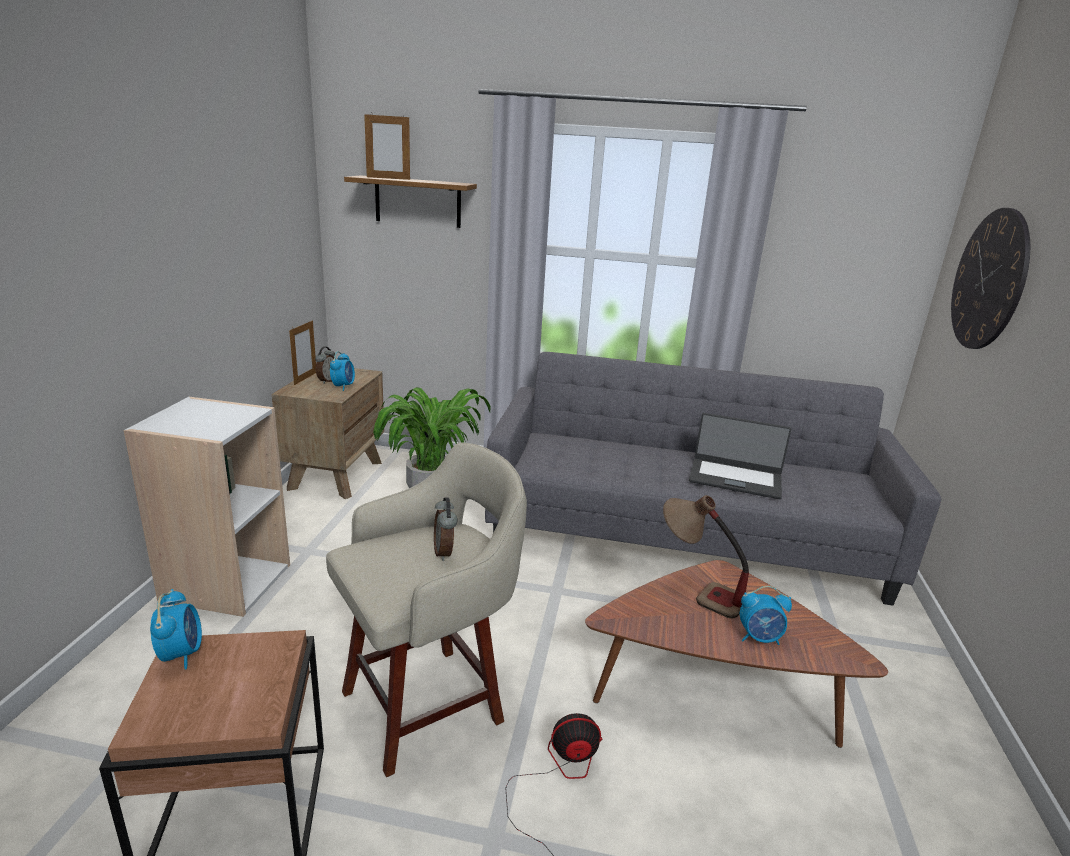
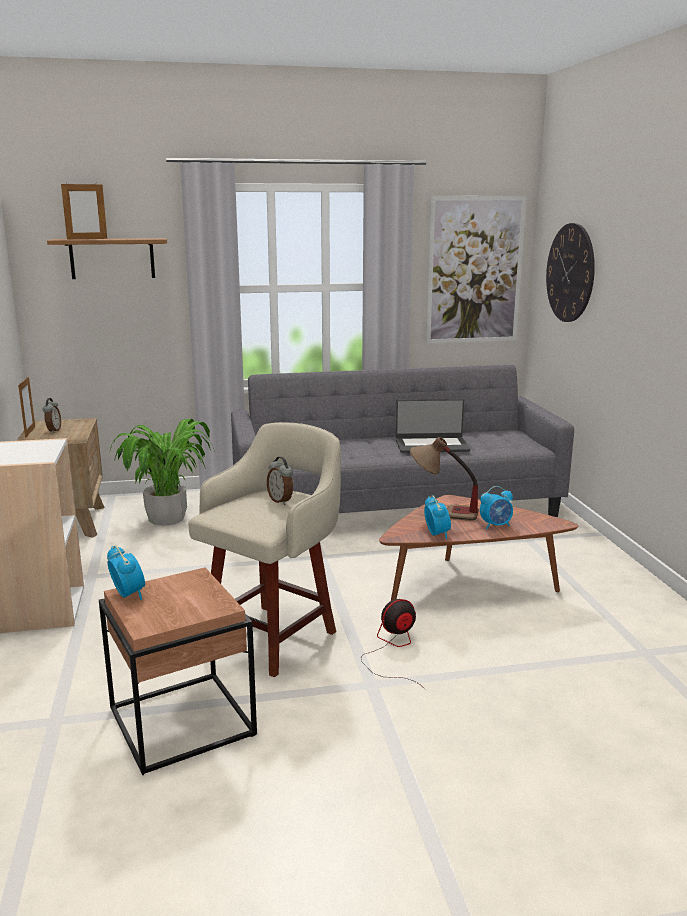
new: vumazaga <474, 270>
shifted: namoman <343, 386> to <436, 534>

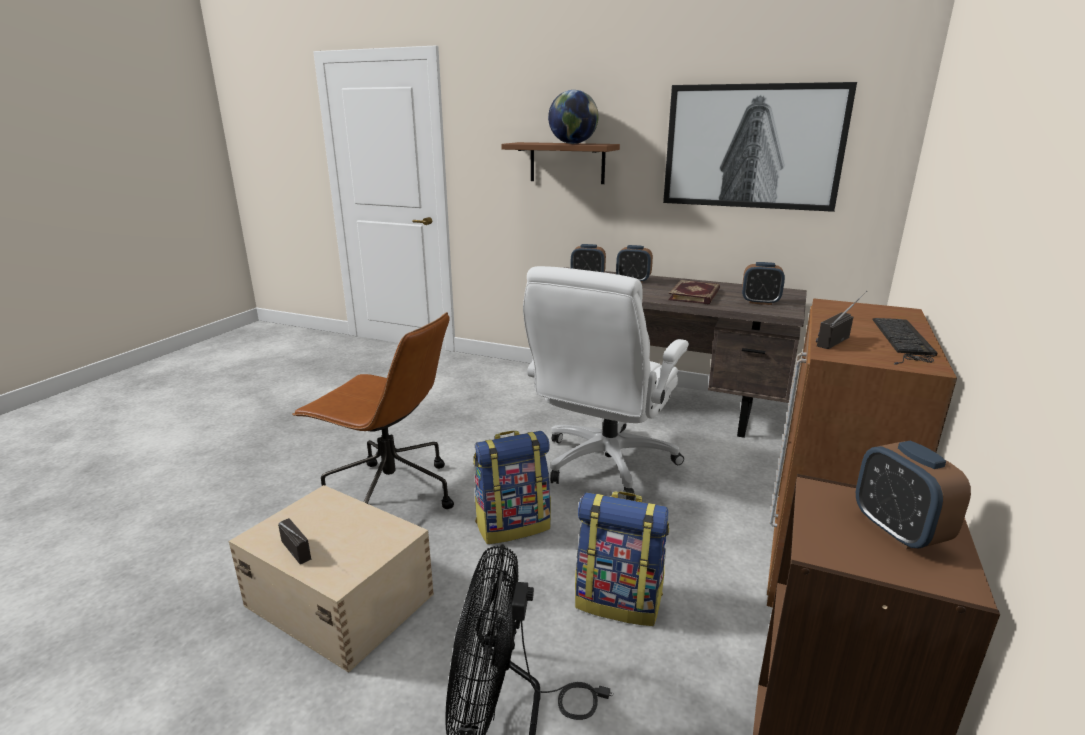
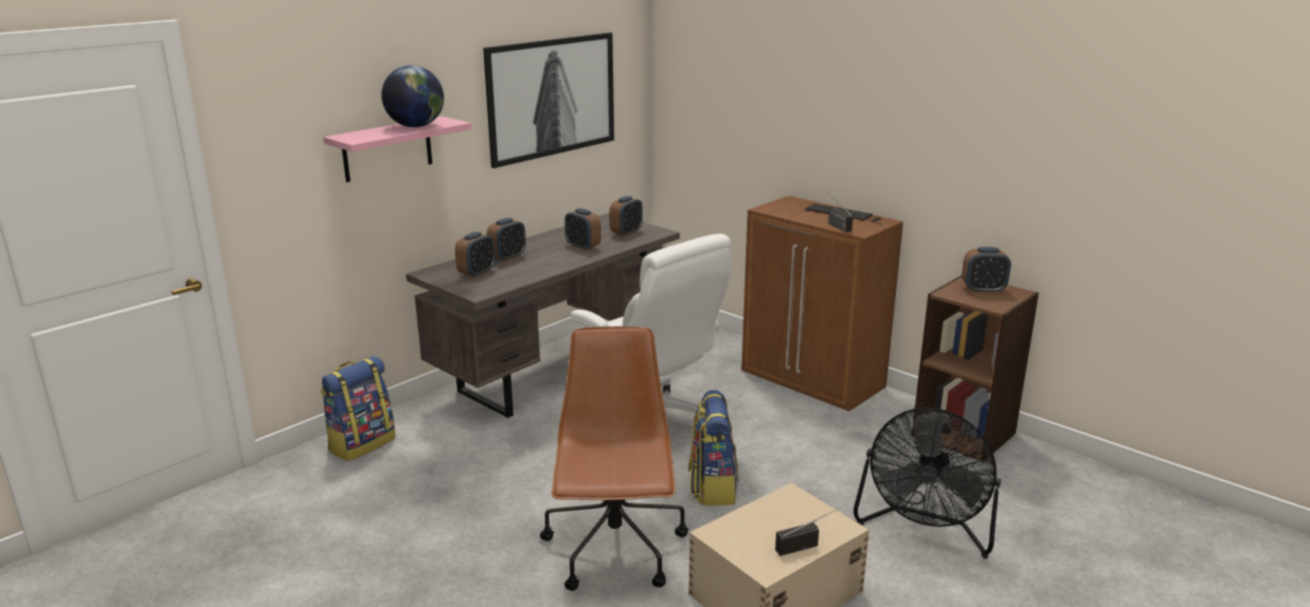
shifted: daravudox <619, 601> to <362, 444>
swapped: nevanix <695, 295> to namoman <583, 246>
repainted: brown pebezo <567, 163> to pink pebezo <387, 149>
rotated: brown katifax <390, 493> = <615, 551> 45 degrees counterclockwise

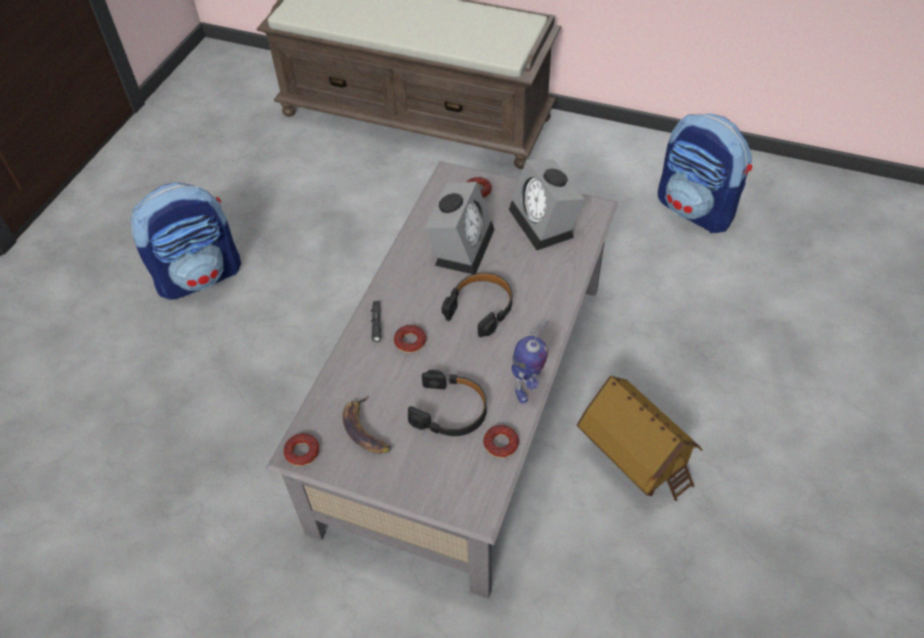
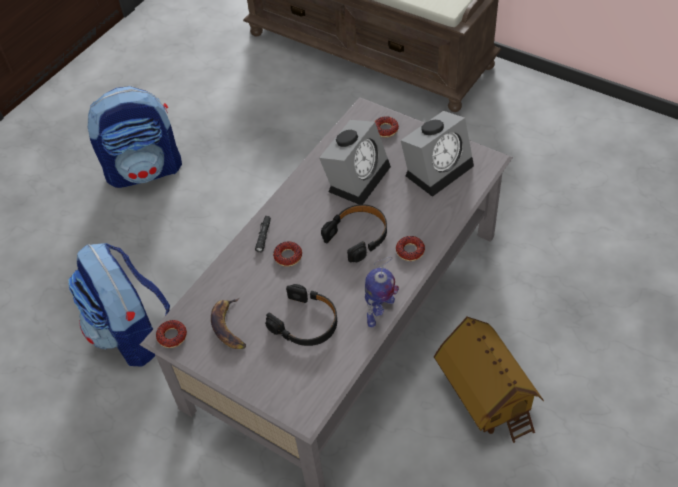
shifted: daravudox <696, 209> to <133, 333>; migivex <501, 444> to <410, 251>
rotated: namoman <545, 223> = <438, 168> 120 degrees counterclockwise

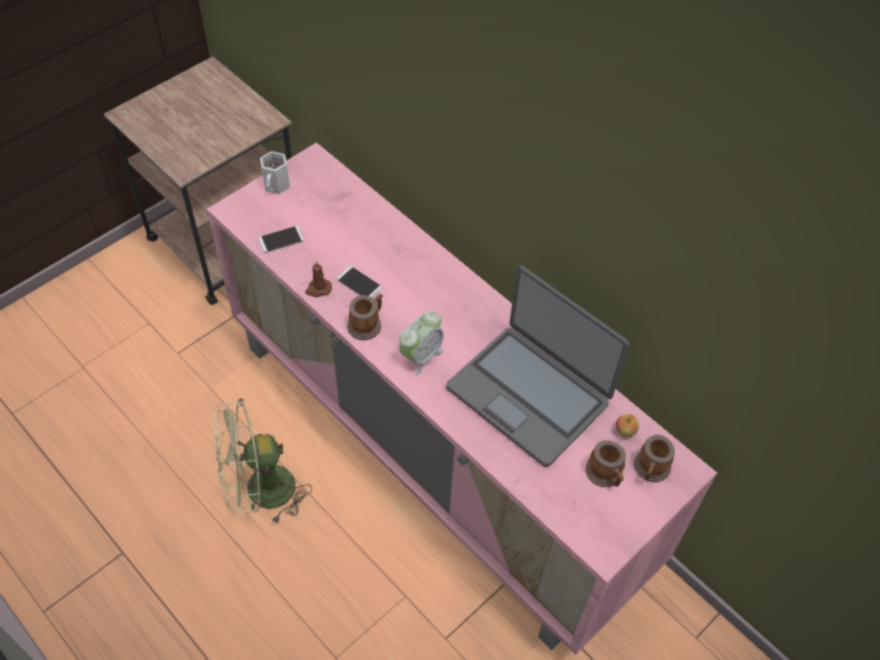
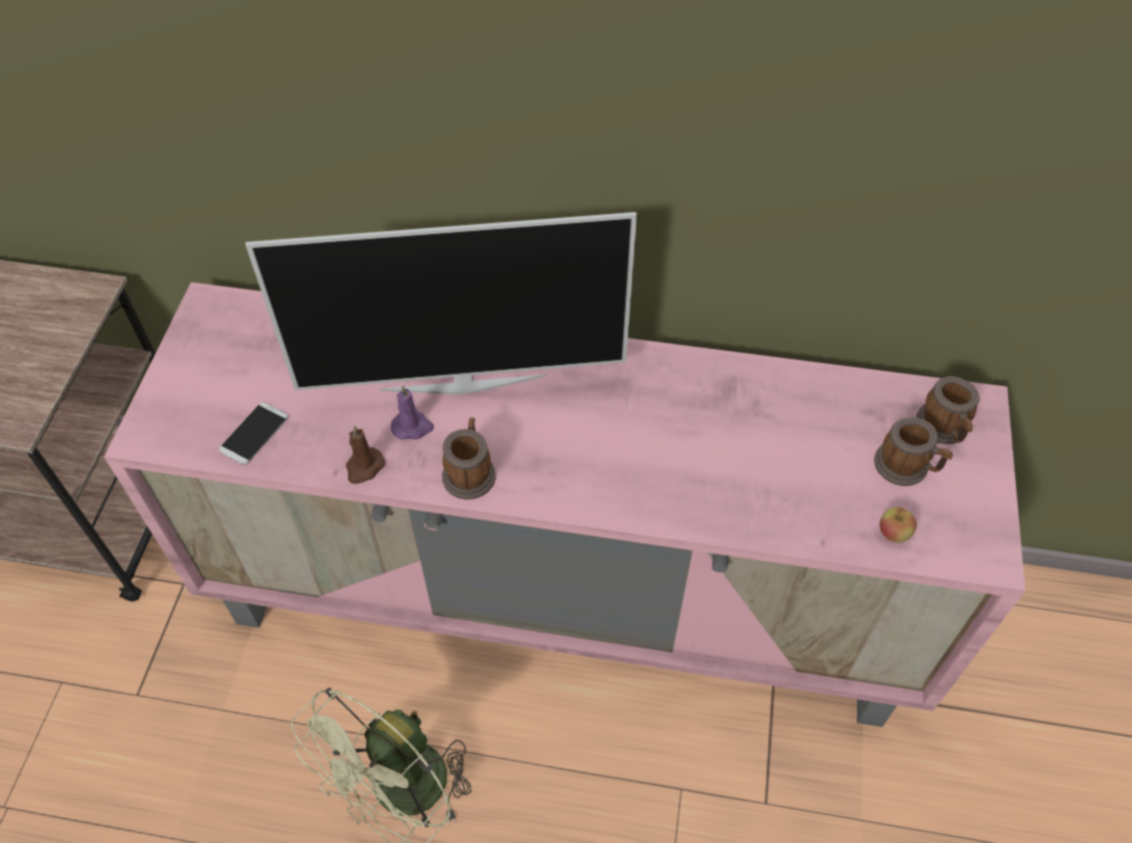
gone: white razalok <277, 185>; namoman <421, 356>; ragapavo <529, 394>
new: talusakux <463, 381>
shifted: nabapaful <625, 431> to <893, 533>
swapped: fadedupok <359, 283> to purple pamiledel <412, 427>

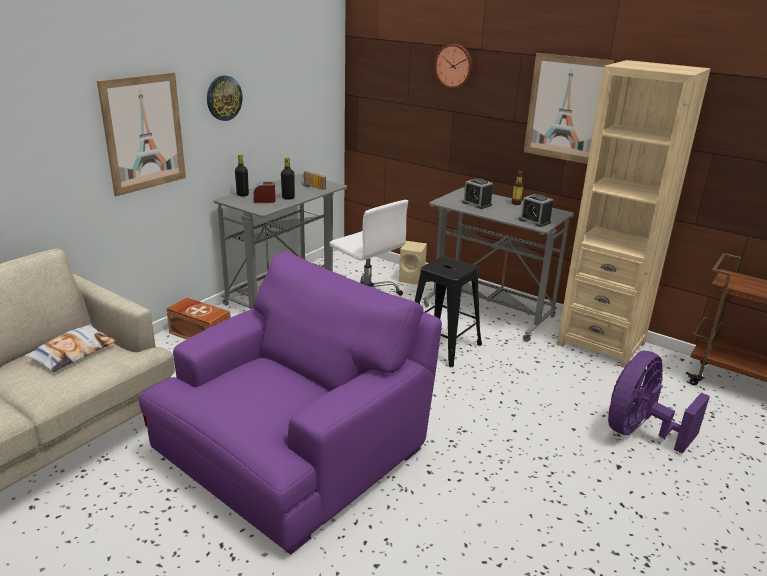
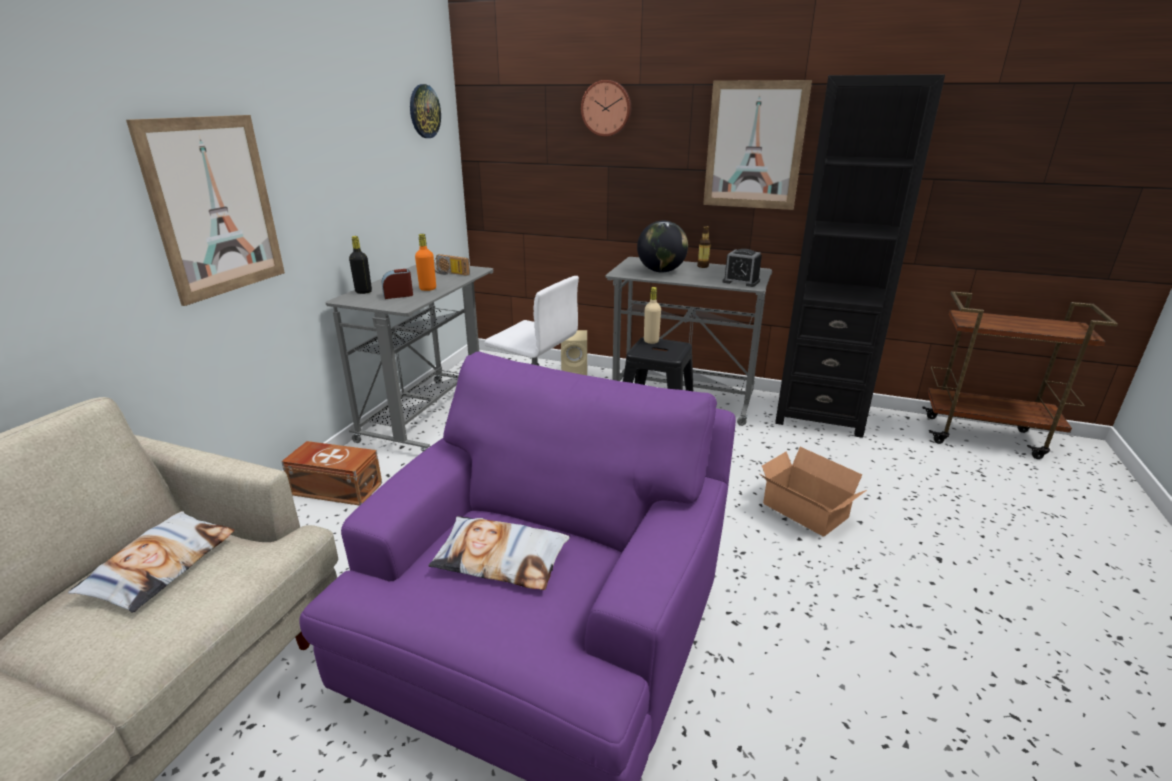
gone: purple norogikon <639, 431>
new: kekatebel <501, 559>; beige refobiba <651, 341>; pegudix <805, 512>
shifted: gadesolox <223, 98> to <424, 111>
swapped: namoman <477, 204> to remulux <661, 271>
repainted: black refobiba <288, 198> to orange refobiba <428, 289>; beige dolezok <601, 344> to black dolezok <819, 414>

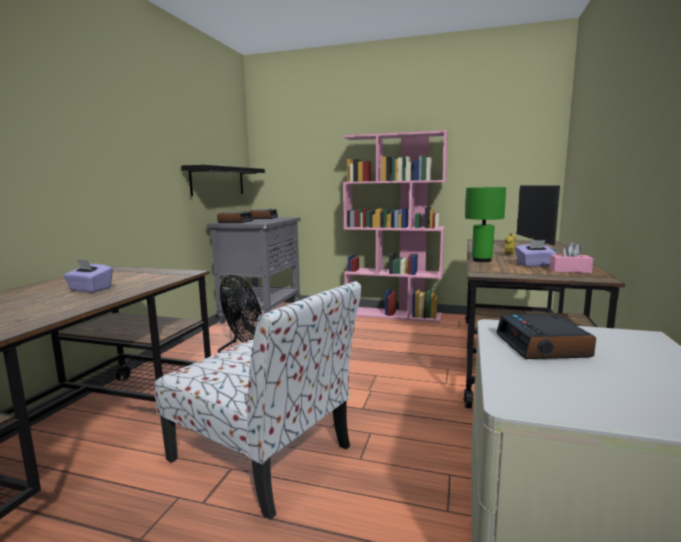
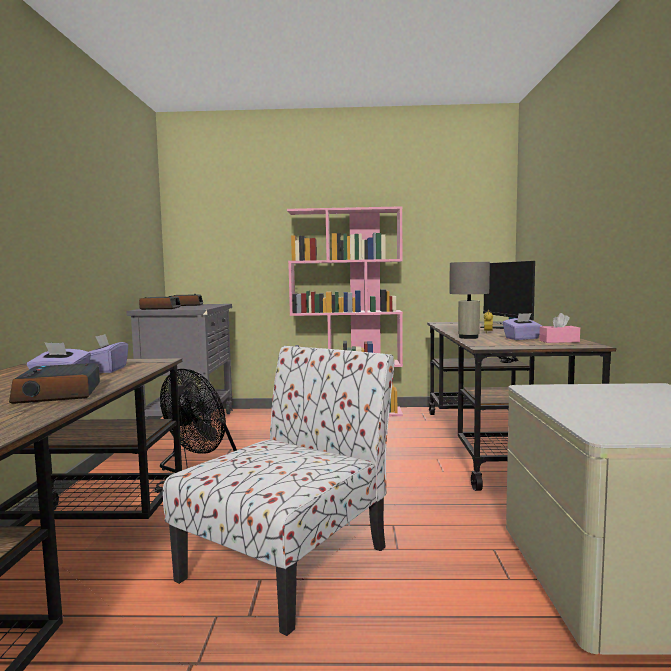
gone: black pebezo <218, 181>
new: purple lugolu <107, 370>
shifted: namoman <543, 346> to <59, 393>
repainted: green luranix <481, 260> to grey luranix <468, 337>
rotated: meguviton <264, 455> = <289, 561> 75 degrees counterclockwise

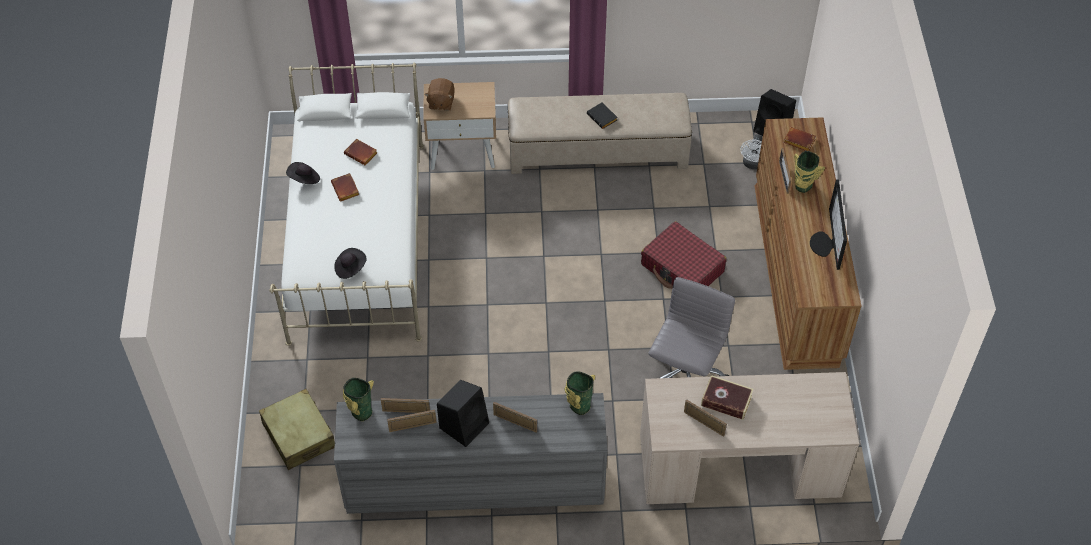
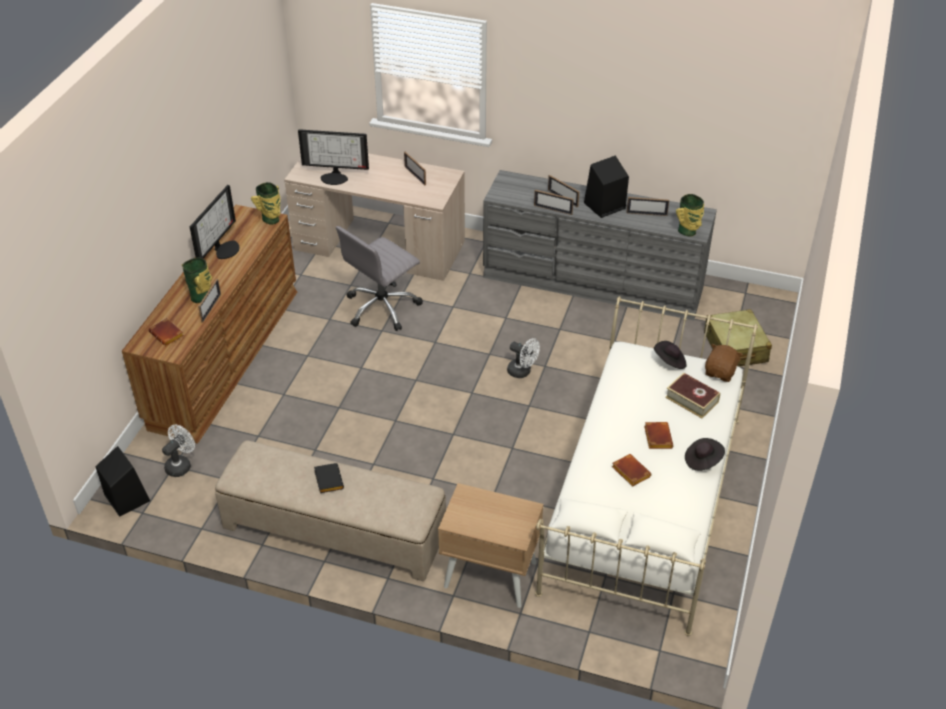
gone: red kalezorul <682, 268>
new: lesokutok <335, 177>; white norogikon <522, 372>
shifted: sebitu <578, 405> to <271, 220>; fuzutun <406, 411> to <553, 210>; nevanix <726, 401> to <691, 400>; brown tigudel <441, 102> to <720, 372>

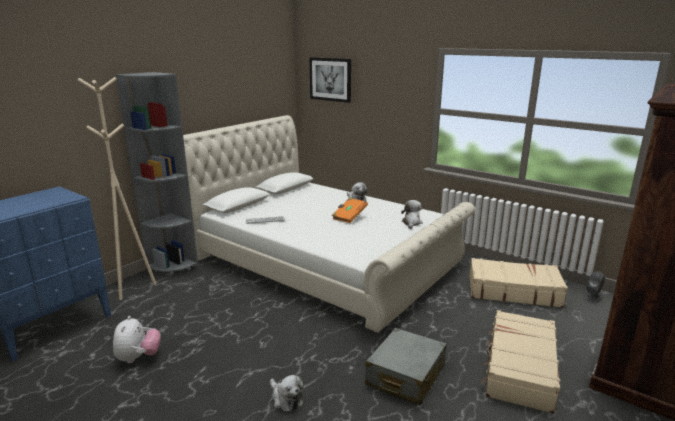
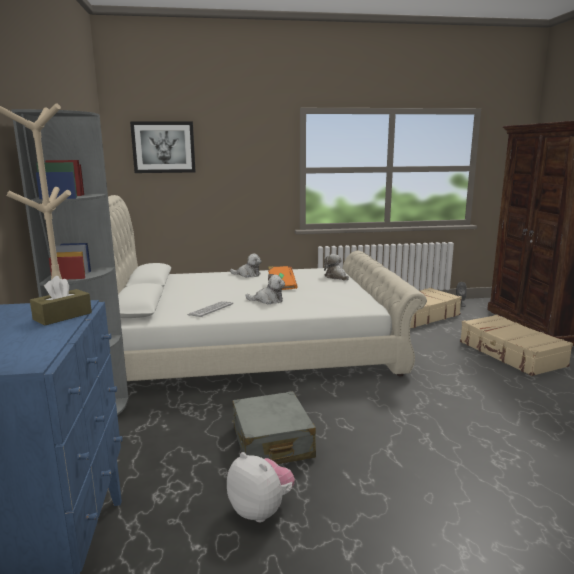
new: brown lugolu <62, 316>
shifted: grey kalezorul <405, 376> to <272, 443>; tigudel <286, 399> to <268, 300>

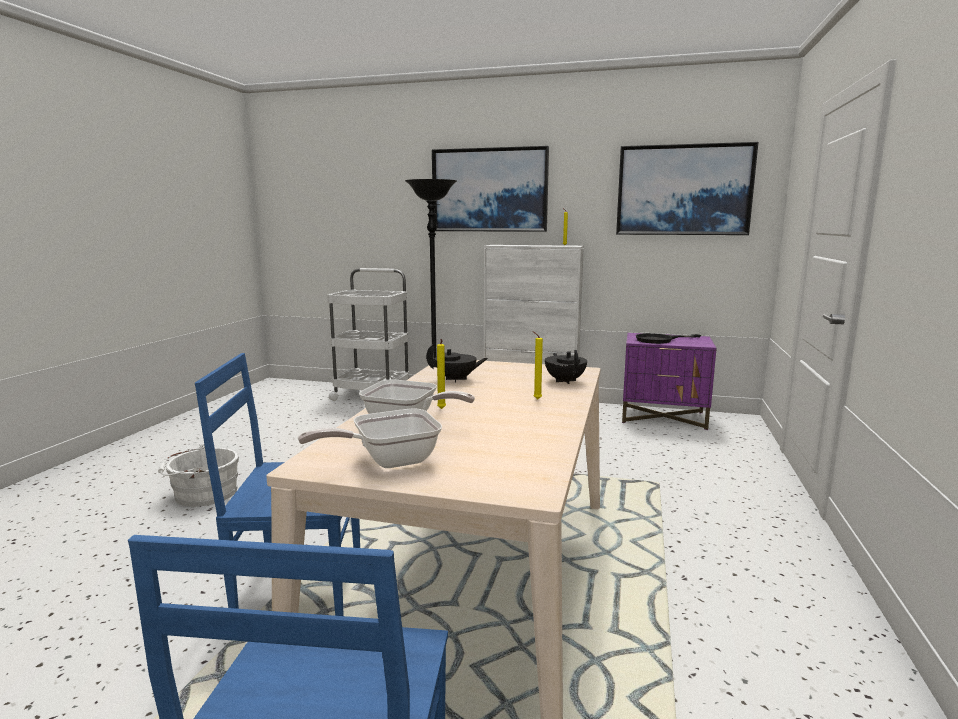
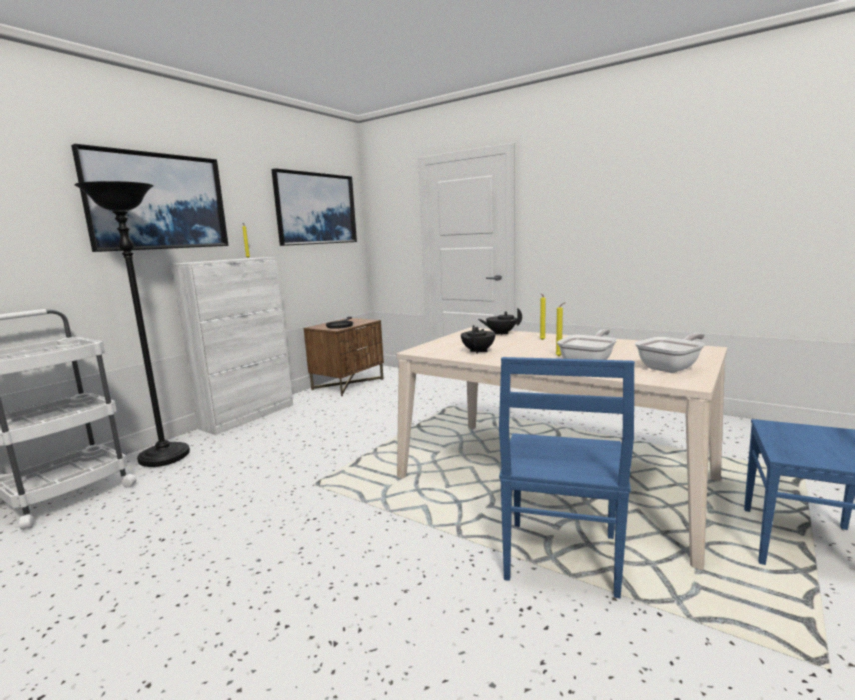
gone: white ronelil <202, 494>
repainted: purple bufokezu <664, 417> to brown bufokezu <348, 384>
rotated: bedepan <387, 461> = <671, 367> 120 degrees counterclockwise

